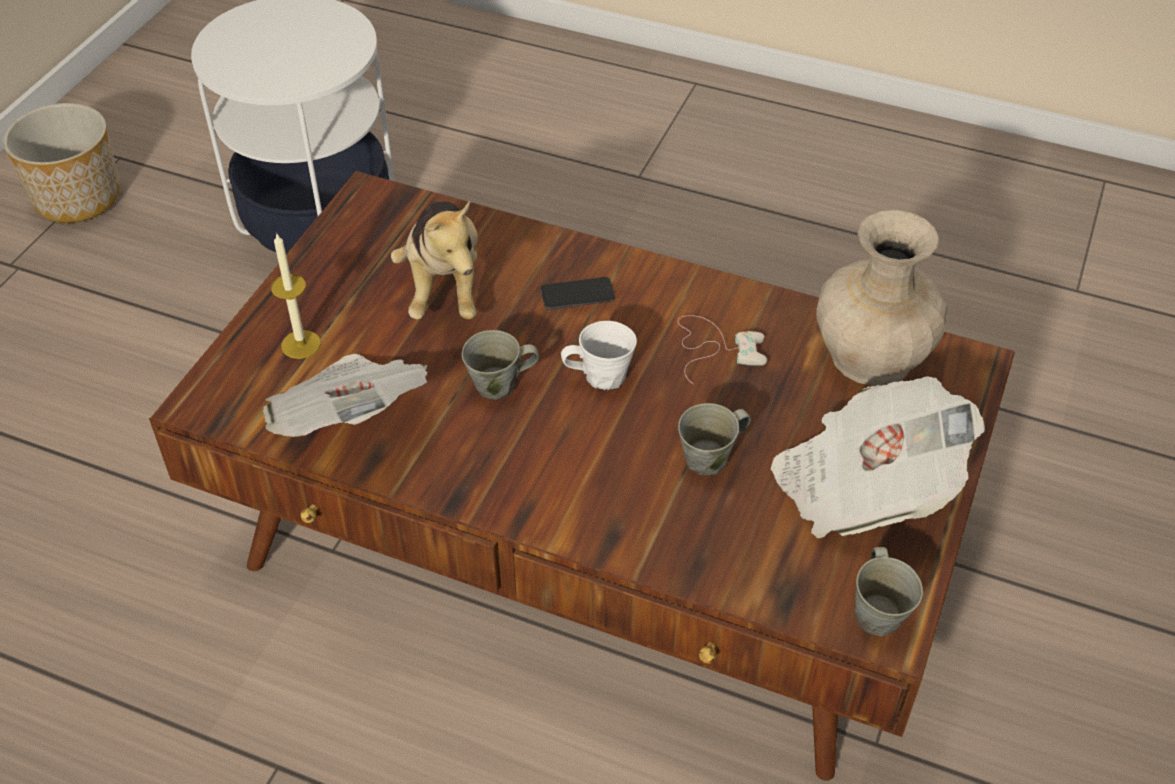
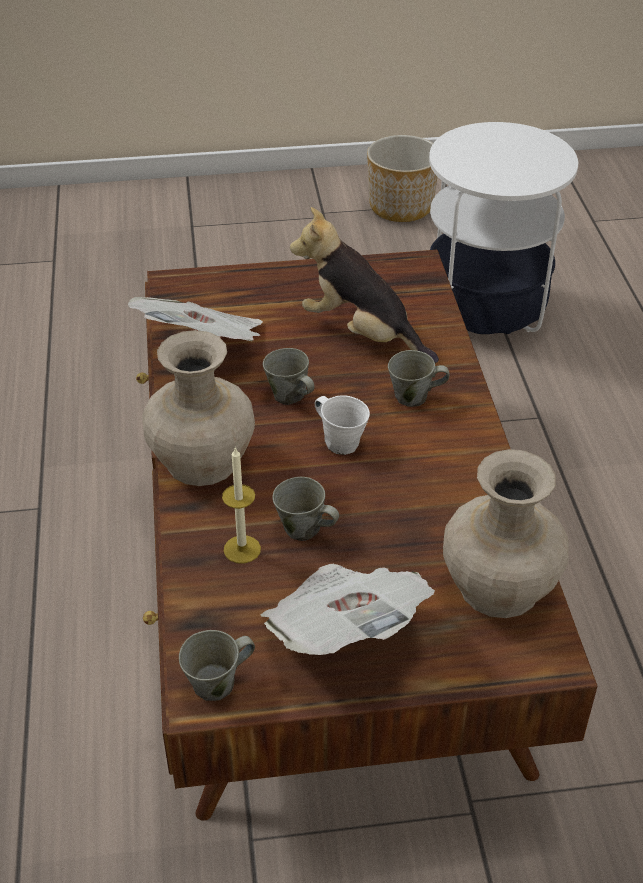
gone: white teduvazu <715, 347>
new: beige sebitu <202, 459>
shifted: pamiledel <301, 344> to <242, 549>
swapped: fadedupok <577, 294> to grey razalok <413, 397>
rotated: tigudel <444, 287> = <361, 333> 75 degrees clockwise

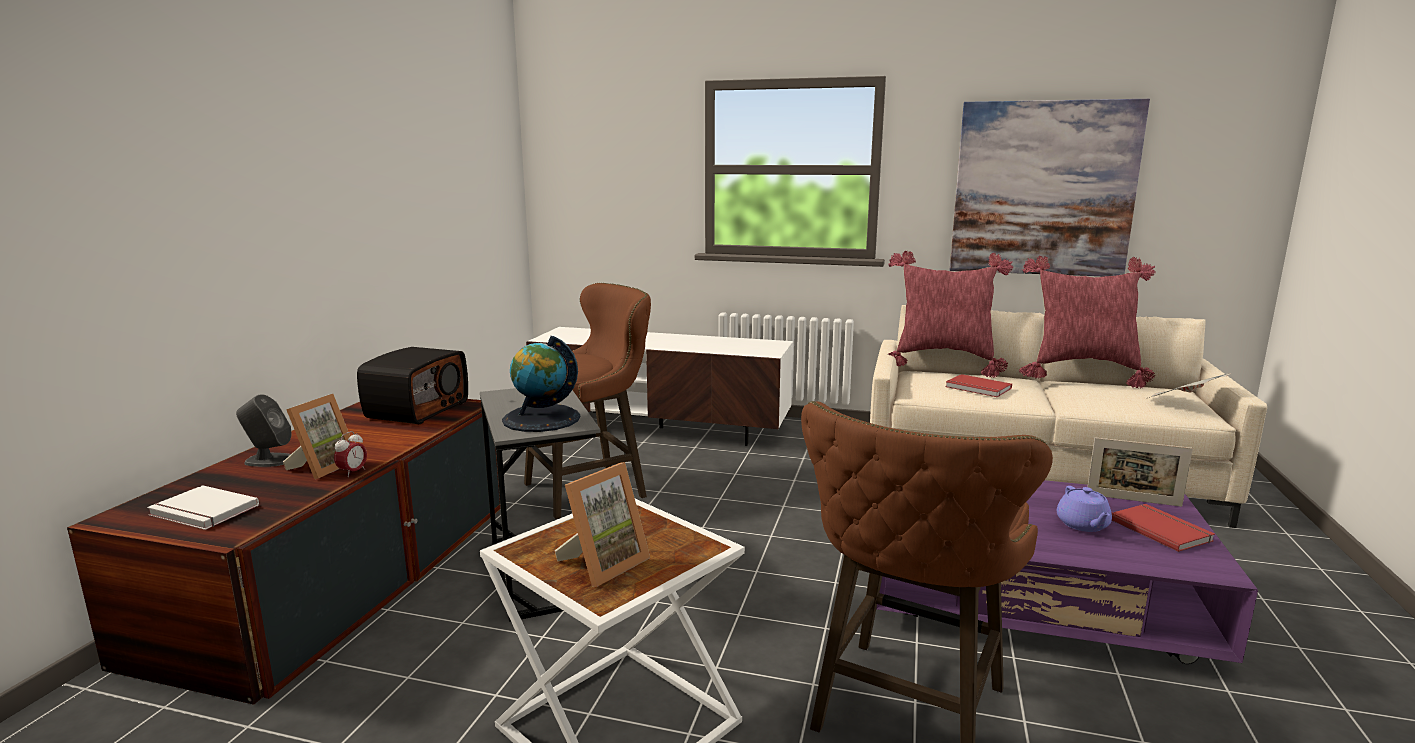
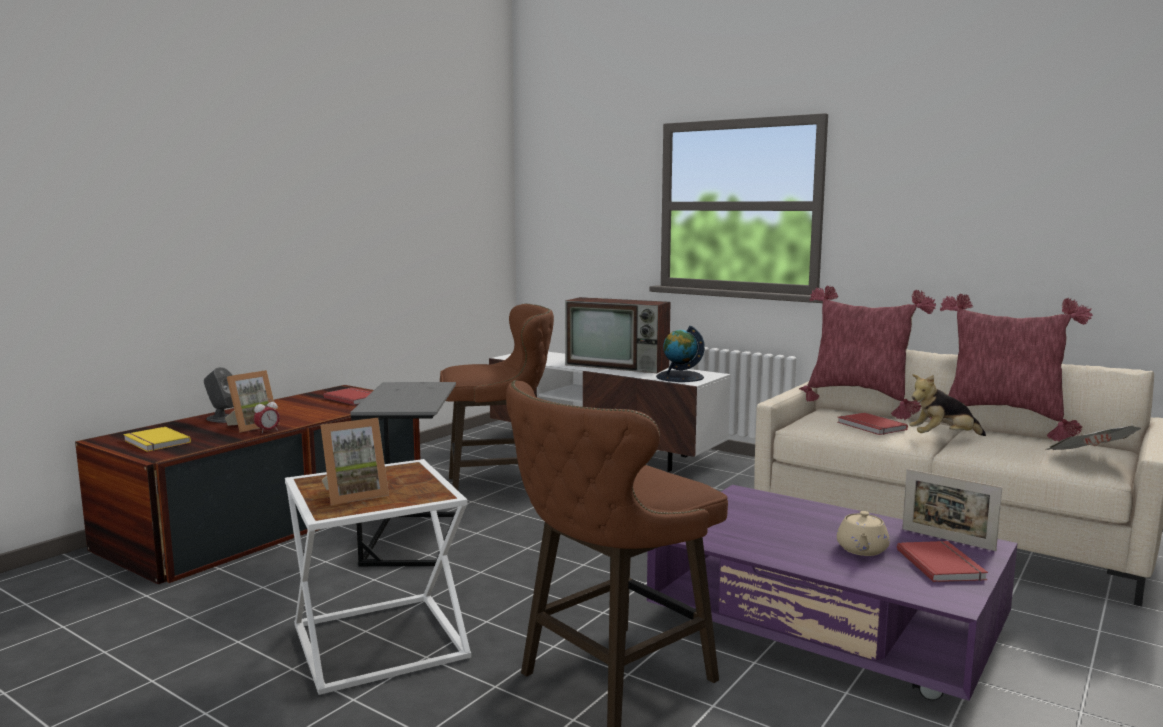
gone: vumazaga <1043, 189>
new: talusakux <619, 366>; tigudel <943, 438>
shifted: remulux <541, 419> to <679, 377>
swapped: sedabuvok <417, 409> to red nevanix <354, 398>
repainted: white nevanix <202, 511> to yellow nevanix <155, 442>; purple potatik <1083, 525> to beige potatik <862, 550>

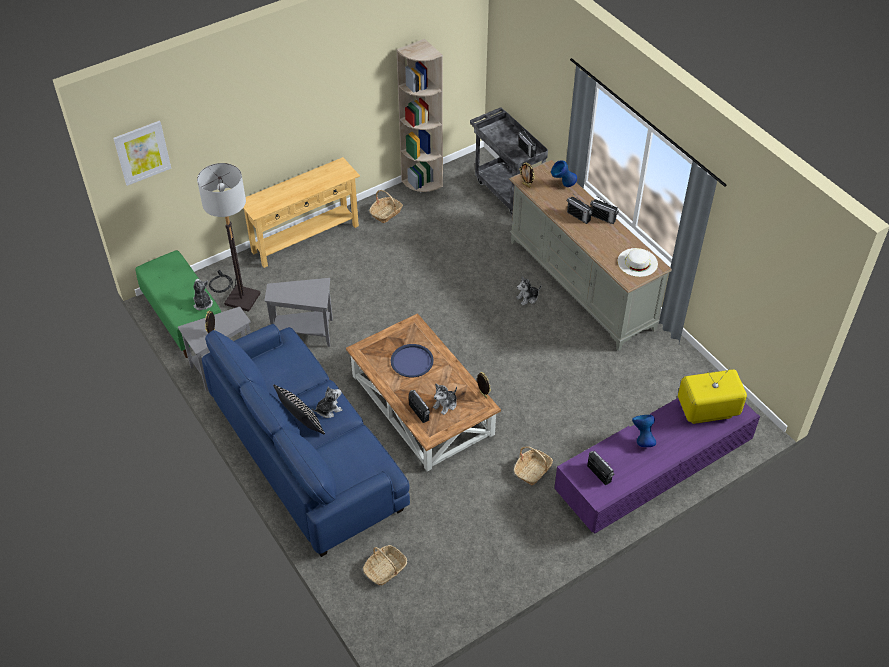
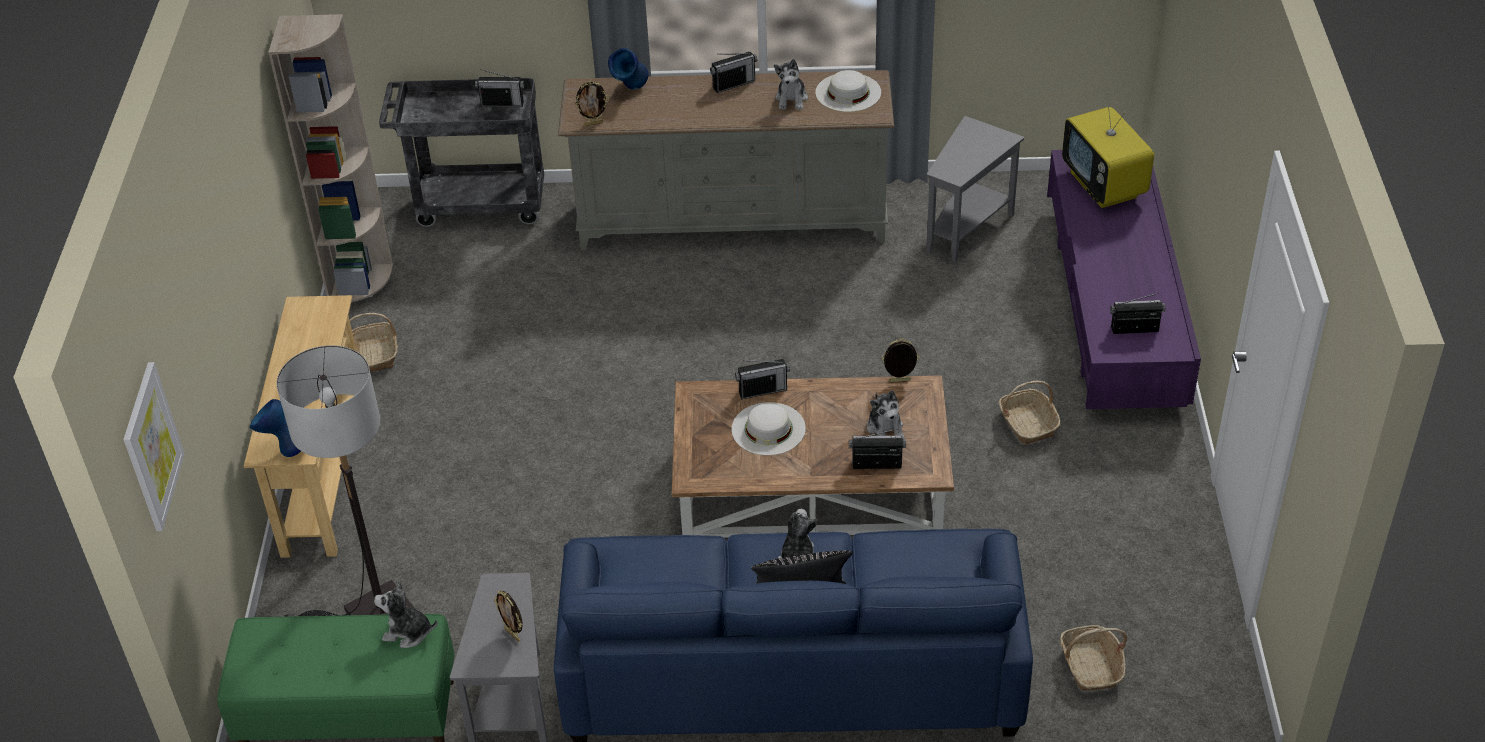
shifted: blue sebitu <642, 440> to <285, 449>; sedabuvok <578, 216> to <762, 390>; tigudel <527, 298> to <791, 99>; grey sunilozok <306, 332> to <967, 228>
swapped: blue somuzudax <412, 361> to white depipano <768, 429>
rotated: talusakux <707, 411> = <1104, 186> 45 degrees counterclockwise

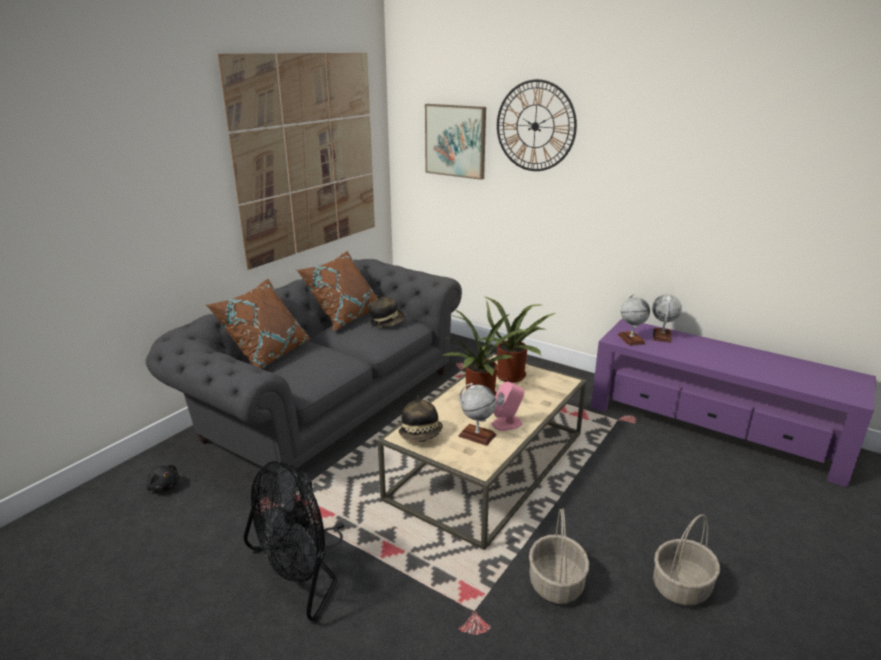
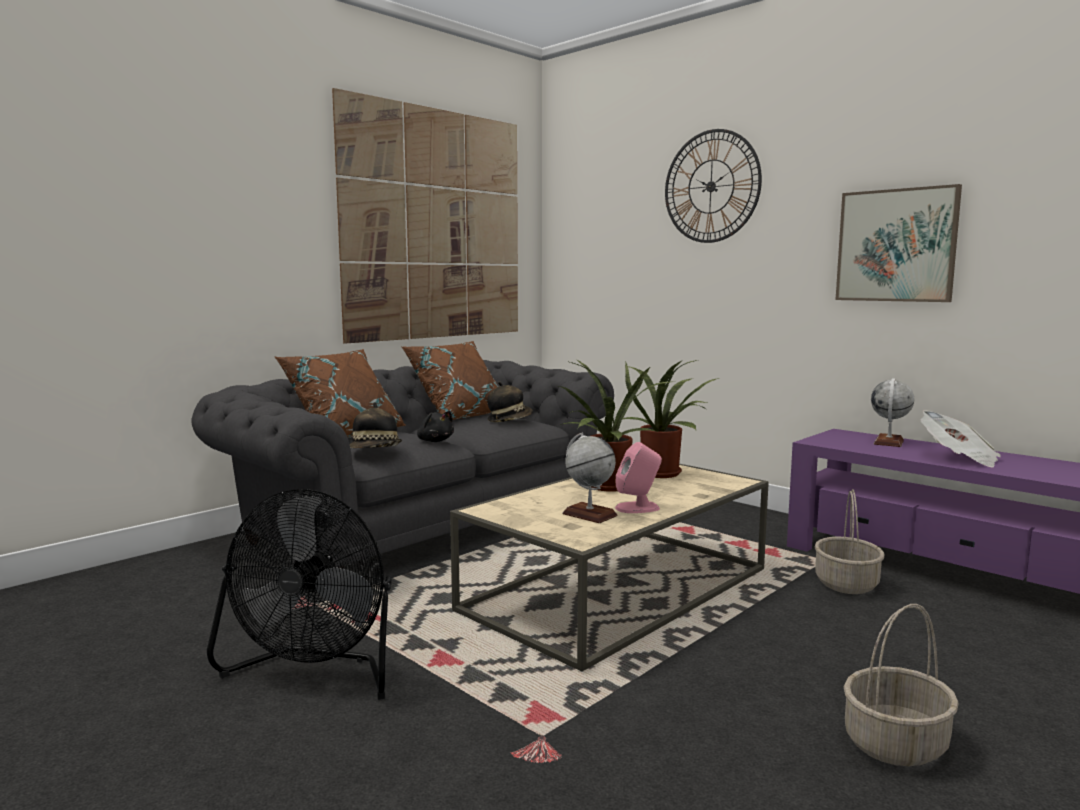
gone: remulux <631, 339>
new: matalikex <959, 458>
shifted: depipano <421, 435> to <376, 451>; black tigudel <163, 486> to <435, 441>; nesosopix <556, 584> to <847, 584>; vumazaga <455, 141> to <896, 245>
rotated: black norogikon <302, 569> = <313, 668> 45 degrees counterclockwise

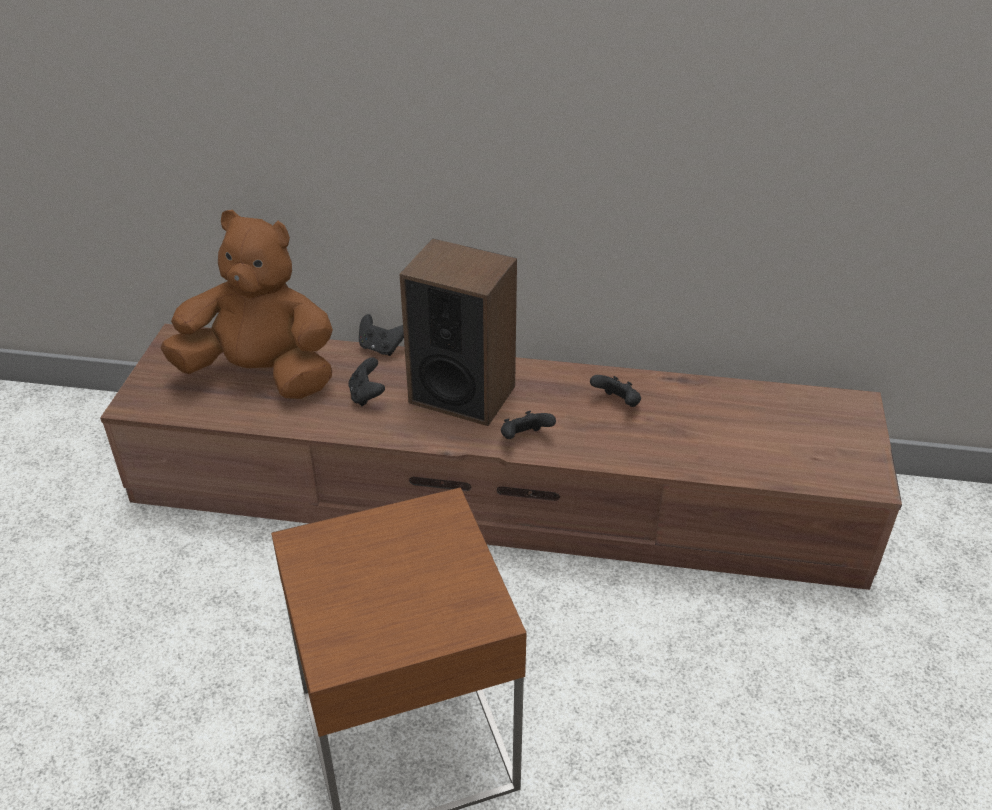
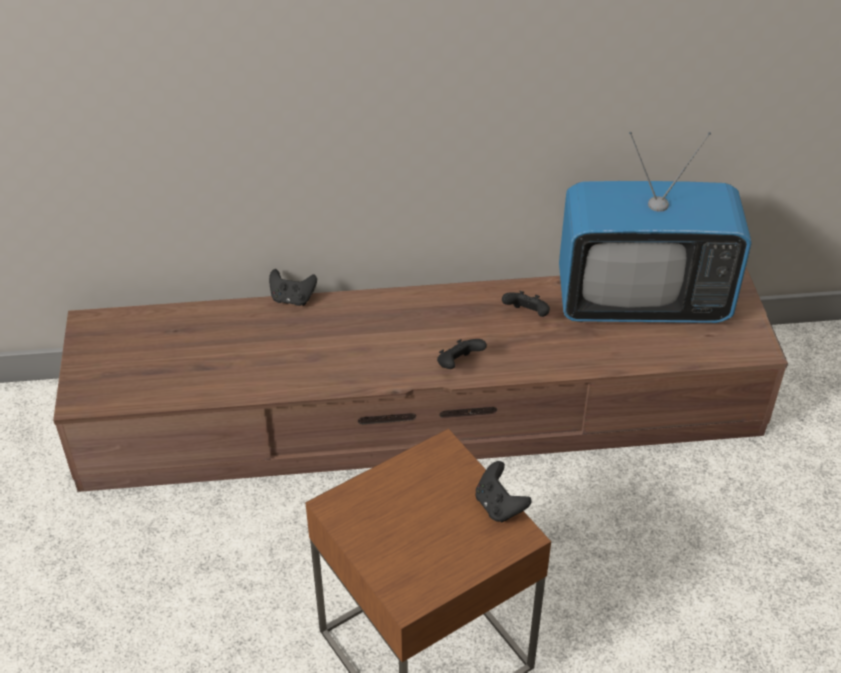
gone: brown tigudel <262, 374>; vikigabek <462, 394>
new: talusakux <642, 301>
shifted: black teduvazu <366, 395> to <499, 506>

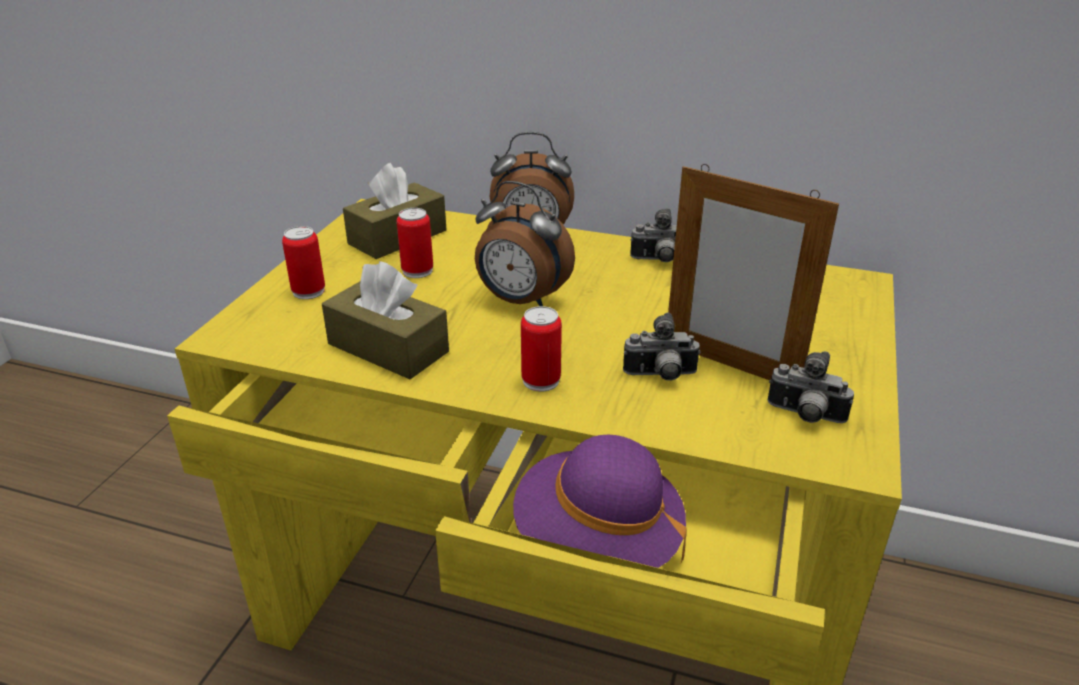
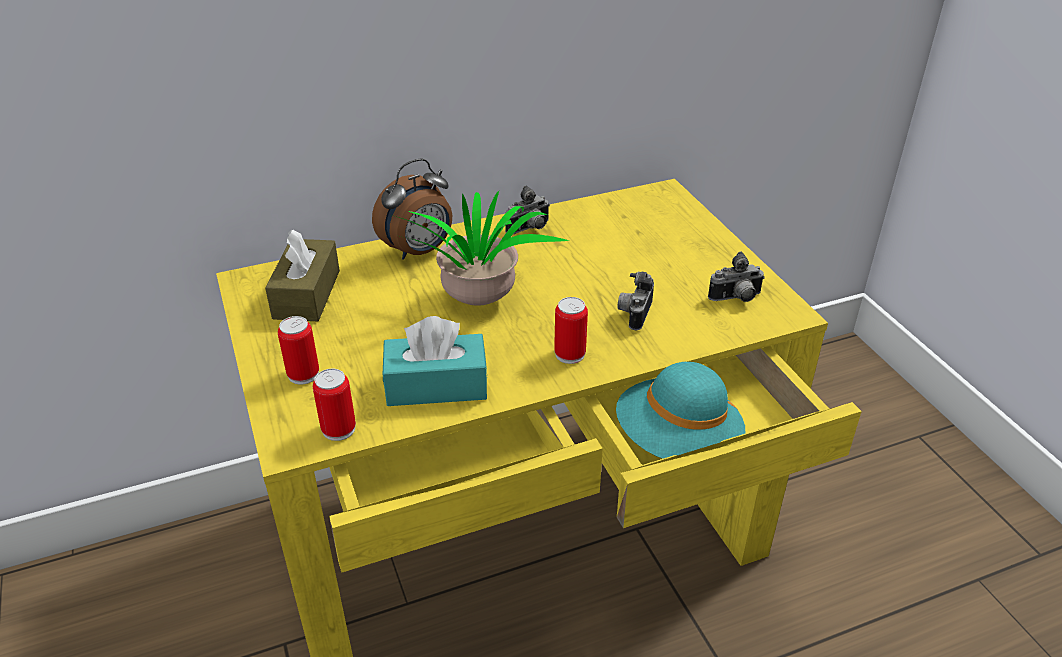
gone: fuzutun <730, 365>
shifted: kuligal <417, 271> to <338, 429>
swapped: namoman <520, 301> to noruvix <478, 303>
repainted: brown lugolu <388, 348> to turquoise lugolu <436, 385>; purple depipano <597, 541> to turquoise depipano <677, 441>
rotated: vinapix <660, 376> = <634, 313> 150 degrees clockwise

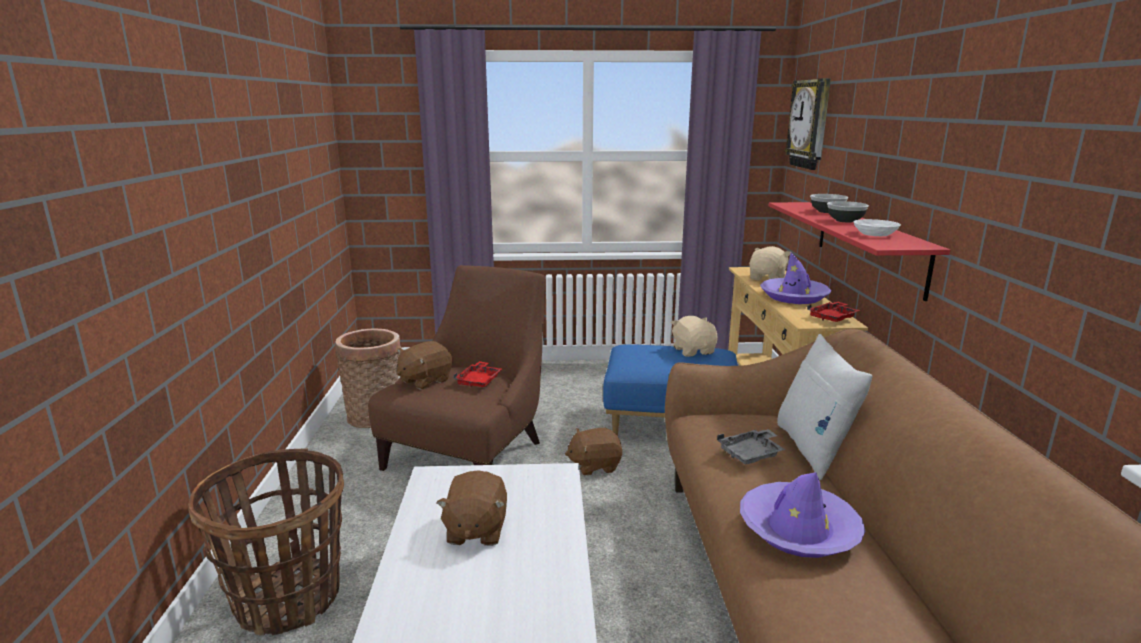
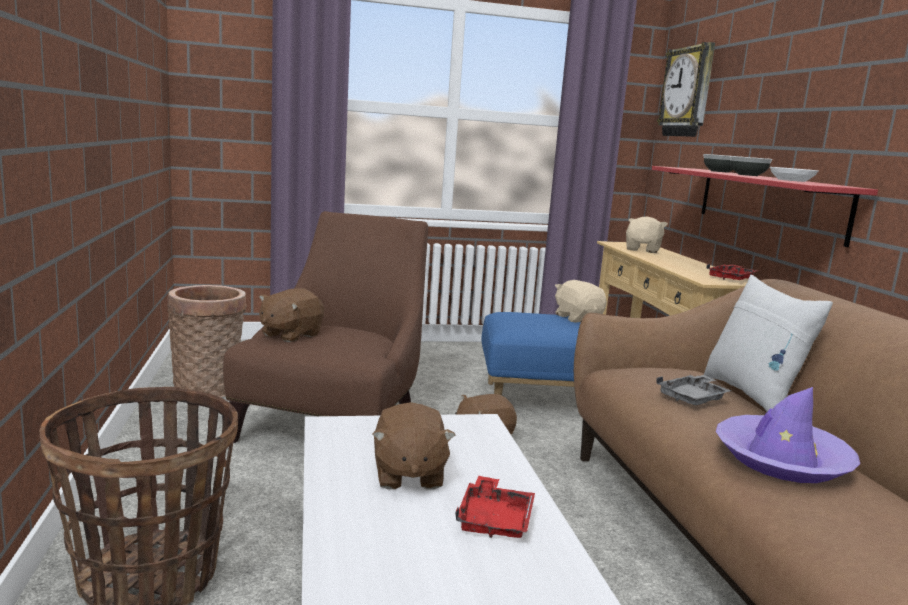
gone: purple depipano <794, 297>
shifted: red somuzudax <479, 381> to <494, 520>

